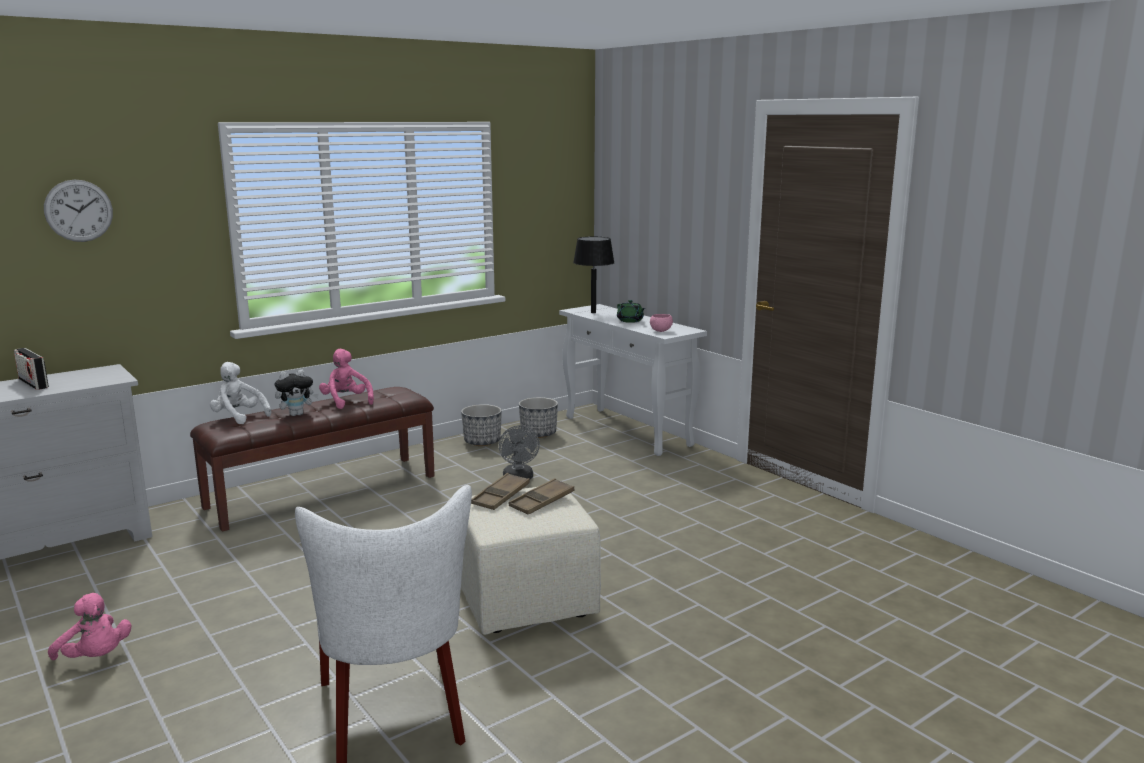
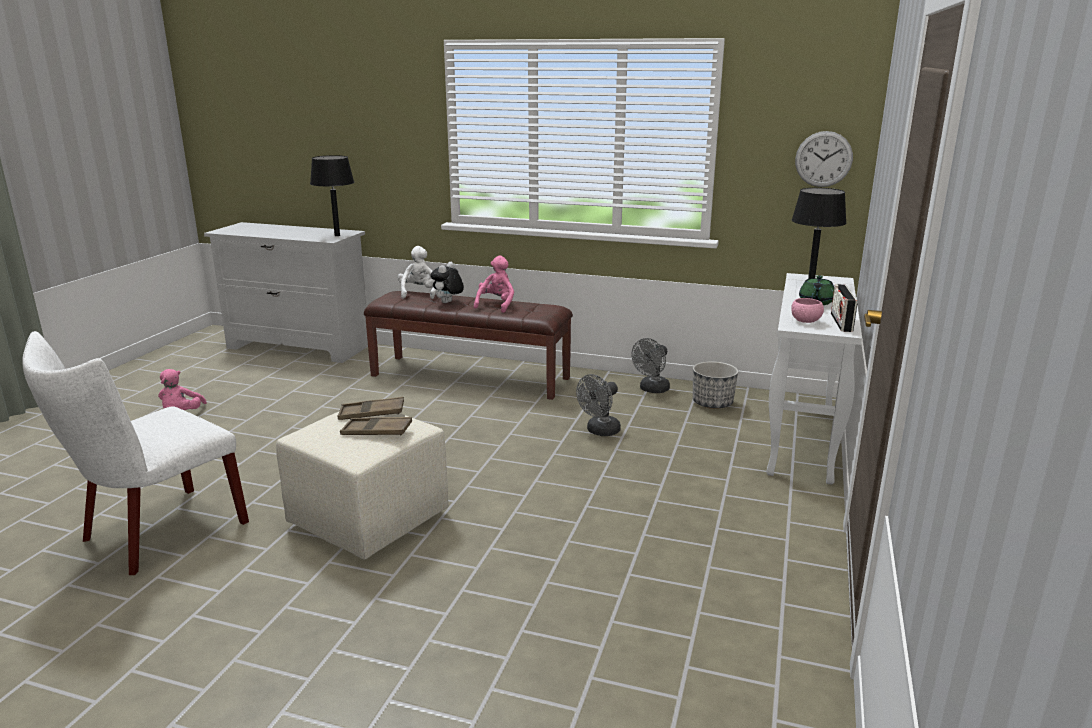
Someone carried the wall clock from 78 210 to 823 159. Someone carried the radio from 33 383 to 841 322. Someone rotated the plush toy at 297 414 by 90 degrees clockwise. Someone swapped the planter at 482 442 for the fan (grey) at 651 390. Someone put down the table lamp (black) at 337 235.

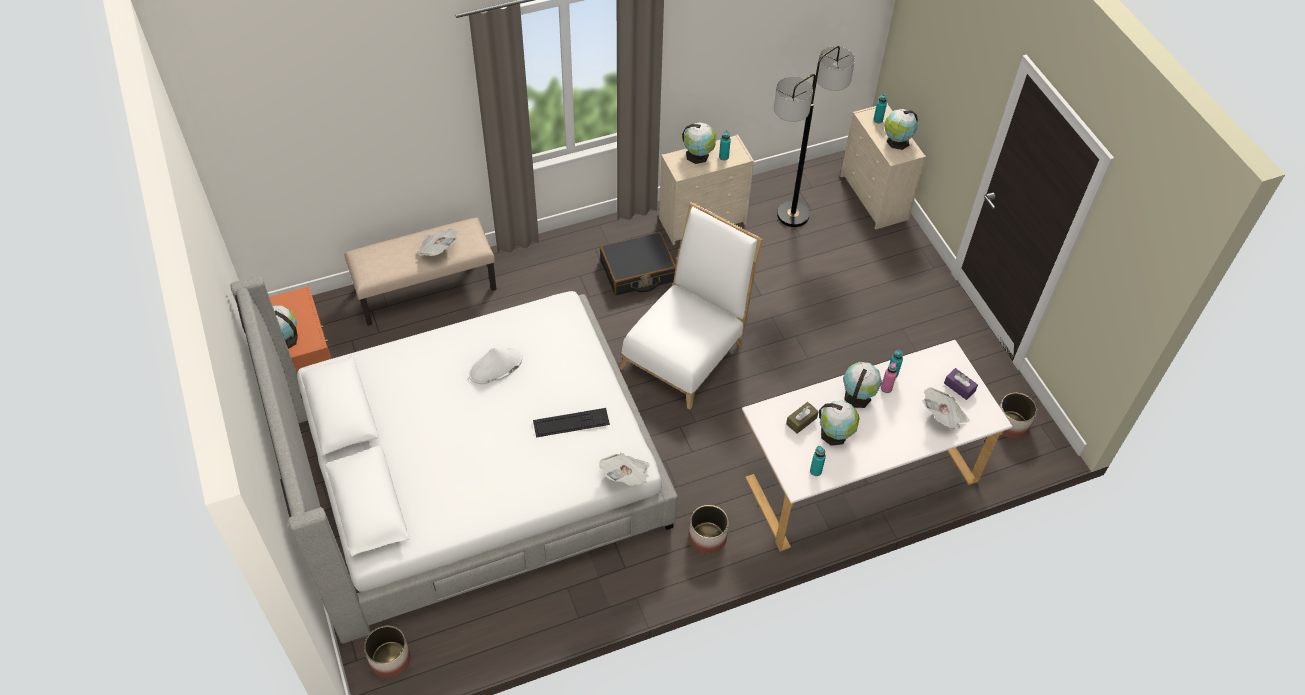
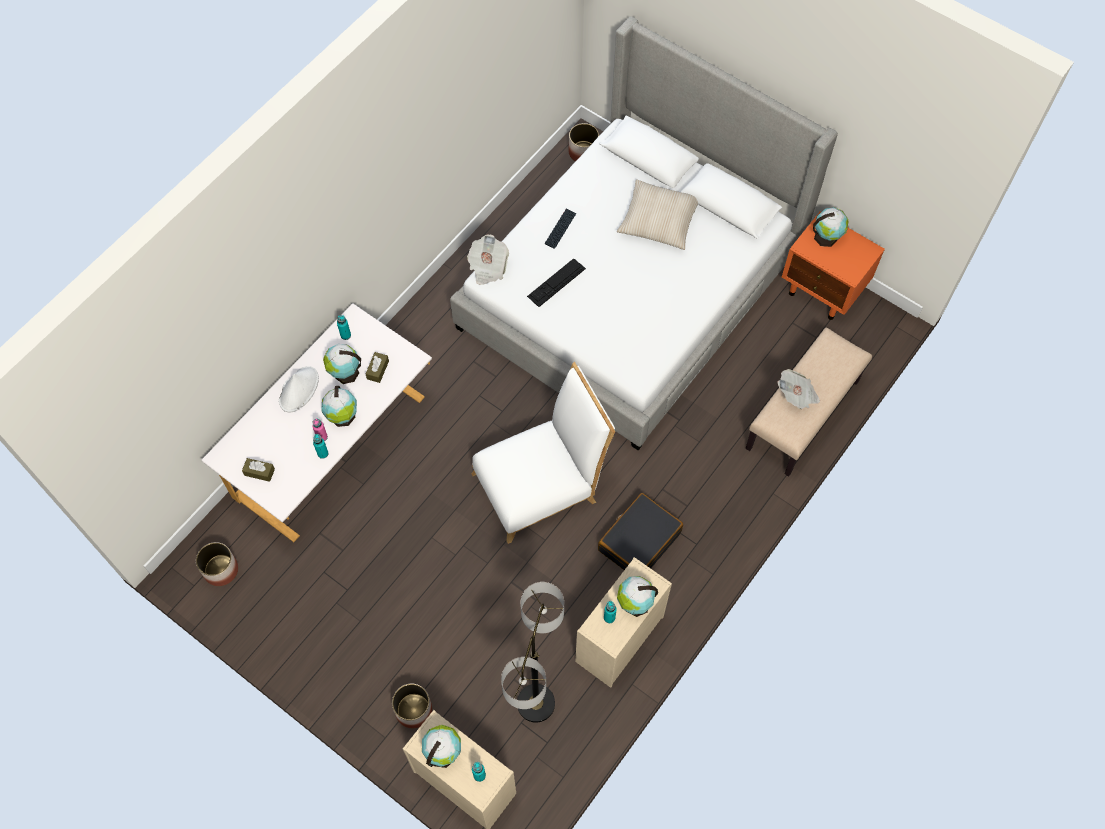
Someone rotated the chair (white) at 687 350 by 120 degrees counterclockwise. Someone carried the hat (white) from 495 367 to 299 389. Someone repainted the tissue box (purple) at 959 387, which became the tissue box (brown) at 259 472. Someone took away the newspaper at 943 416. Someone carried the planter from 707 538 to 413 710. Someone put down the pillow (beige) at 658 220. Someone put down the keyboard at 560 229.

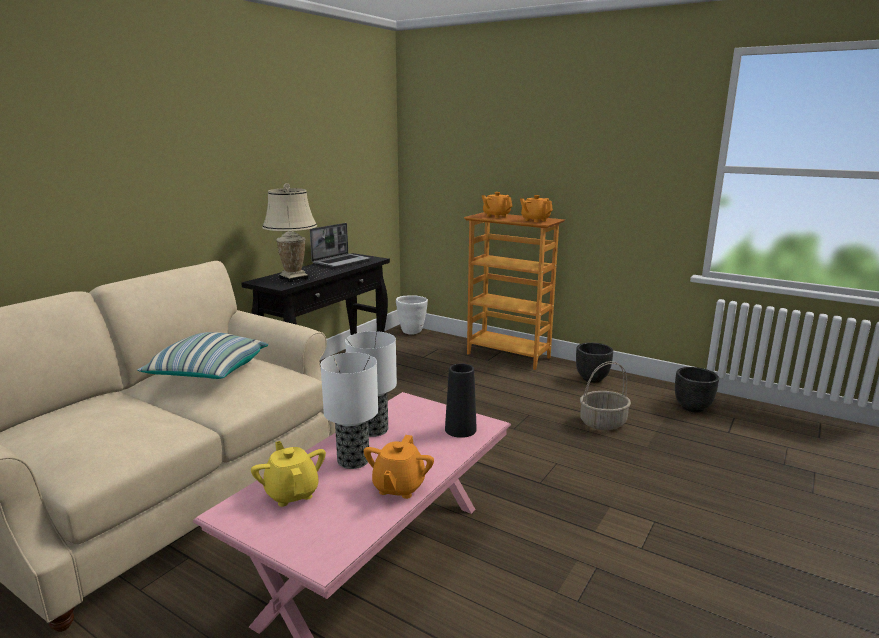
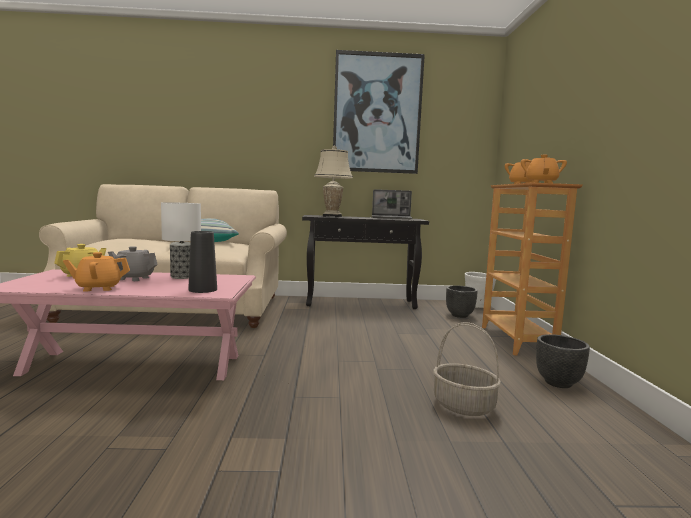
Someone swapped the table lamp at 353 460 for the teapot (grey) at 133 278. Someone carried the planter (black) from 692 407 to 460 315. Someone put up the picture at 377 113.

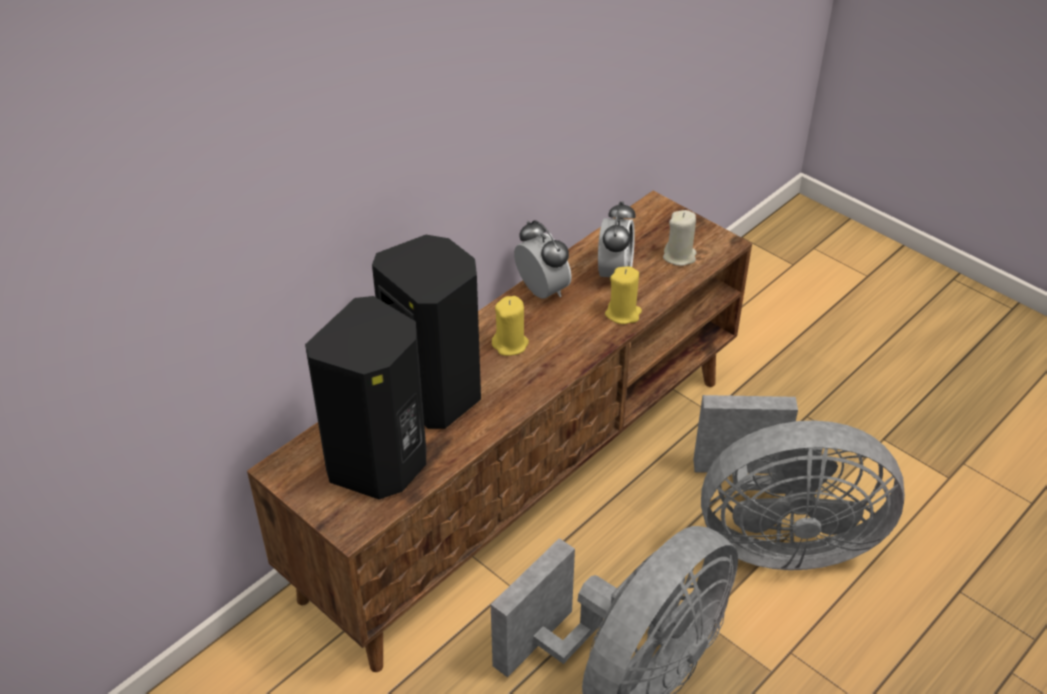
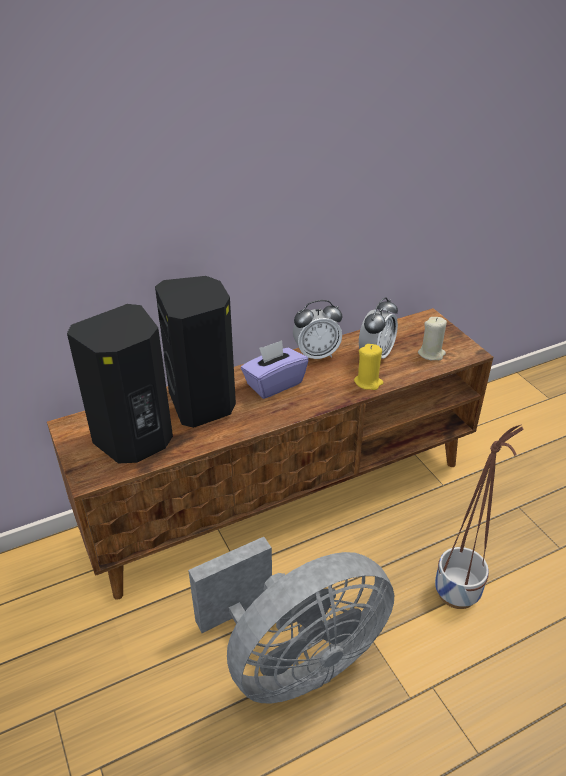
Someone rotated the alarm clock at 542 291 by 90 degrees clockwise. Someone swapped the candle (yellow) at 510 344 for the tissue box (purple) at 274 384. Someone swapped the fan (grey) at 776 538 for the planter at 457 592.

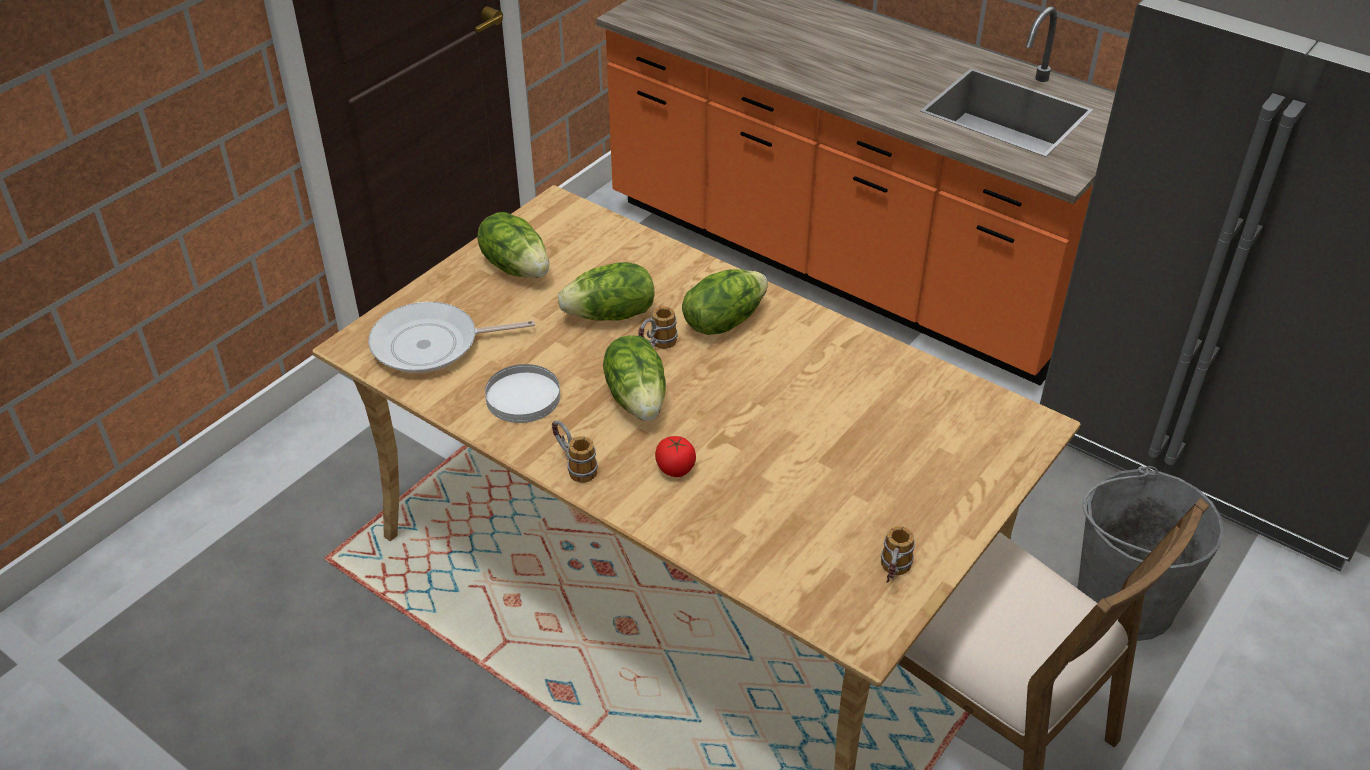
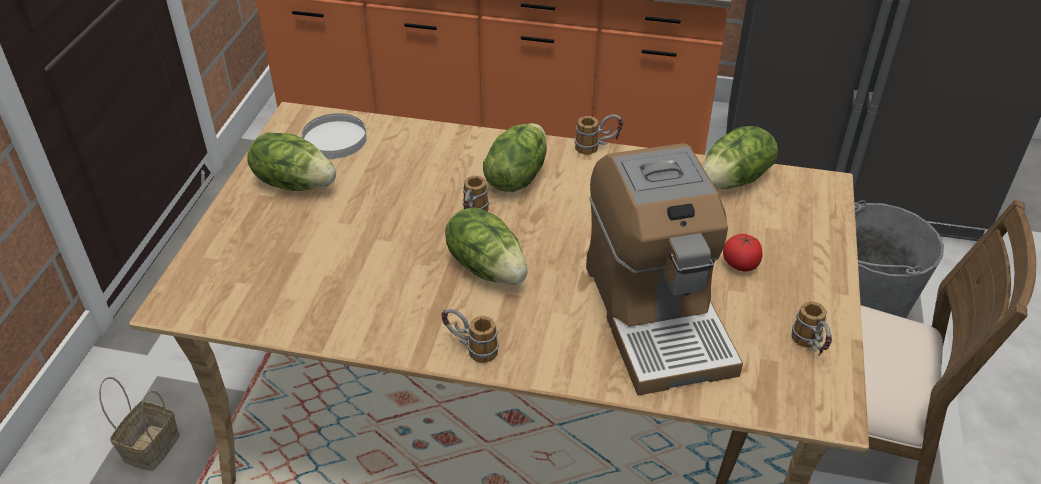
Someone carried the lettuce from 611 315 to 735 180. Someone took away the frying pan at 432 345. Someone carried the plate (white) from 523 397 to 335 139. Someone carried the tomato from 675 468 to 740 264. Someone put down the mug at 597 148. Someone put down the coffee machine at 657 315. Someone put down the basket at 151 446.

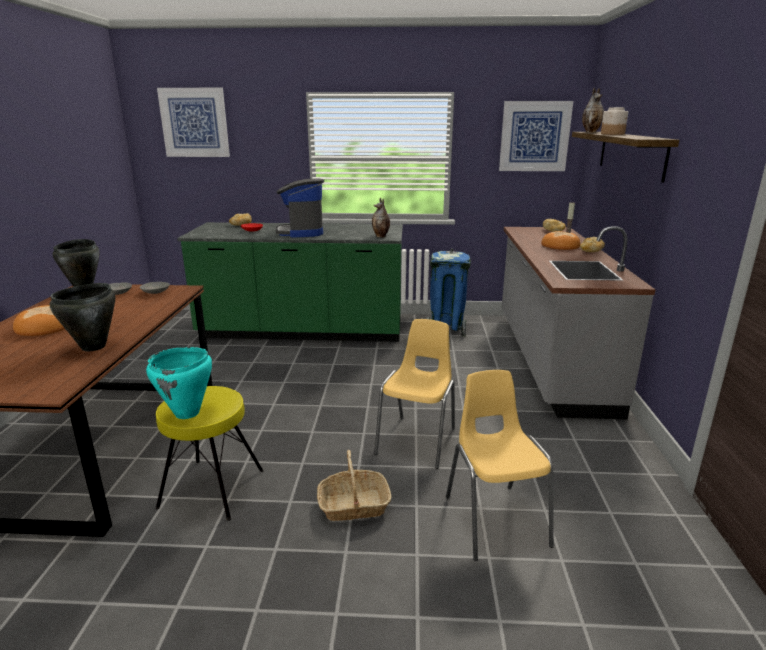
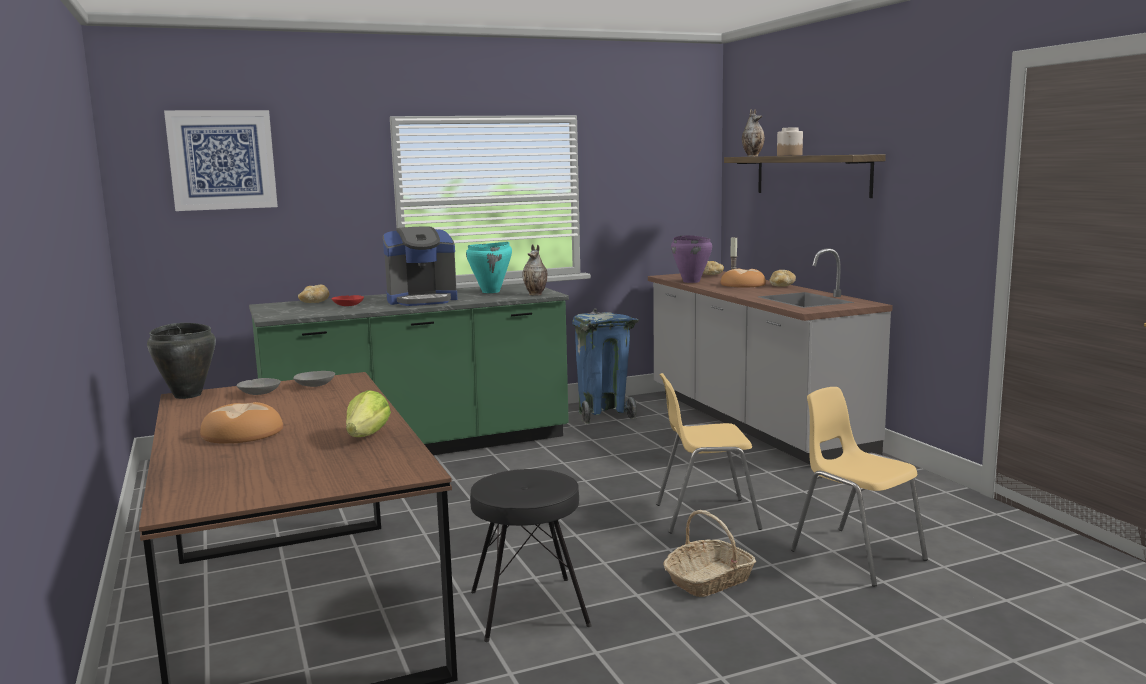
Someone took away the picture at 534 136. Someone rotated the coffee machine at 301 232 by 75 degrees counterclockwise. Someone swapped the cooking pot (black) at 94 347 for the lettuce at 366 436. Someone rotated the chair (yellow) at 418 441 by 90 degrees counterclockwise. Someone carried the cooking pot (turquoise) from 187 413 to 491 291. Someone repainted the stool (yellow) at 212 489, which became the stool (black) at 529 608. Someone put down the cooking pot (purple) at 691 281.

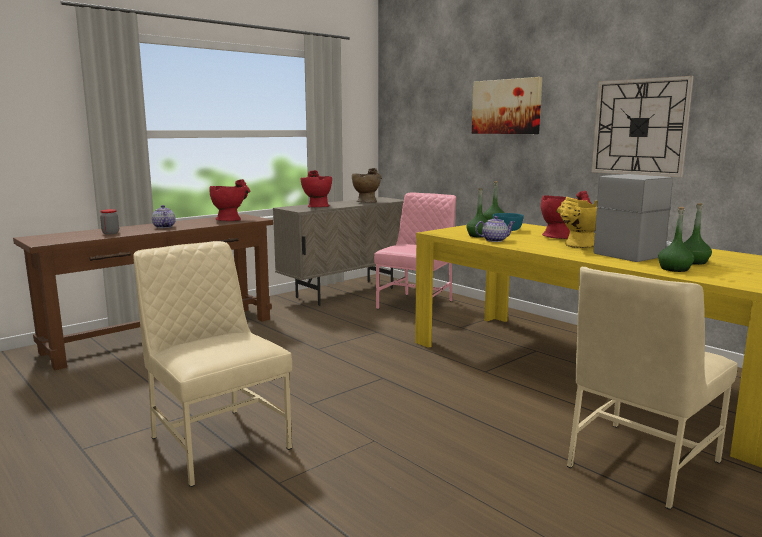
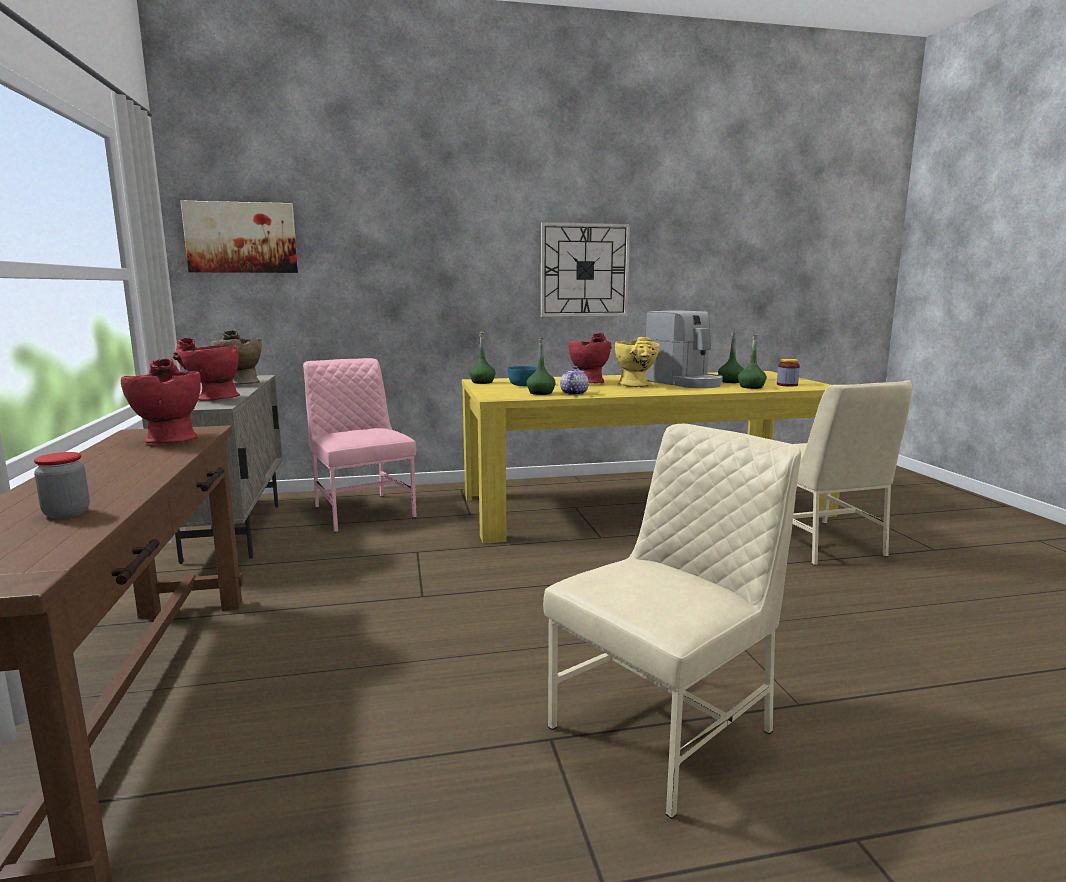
Someone carried the picture from 506 106 to 241 237. Someone rotated the coffee machine at 638 253 by 150 degrees clockwise. Someone took away the teapot at 163 227. Someone rotated the chair (beige) at 217 442 by 150 degrees clockwise. Someone put down the jar at 787 385.

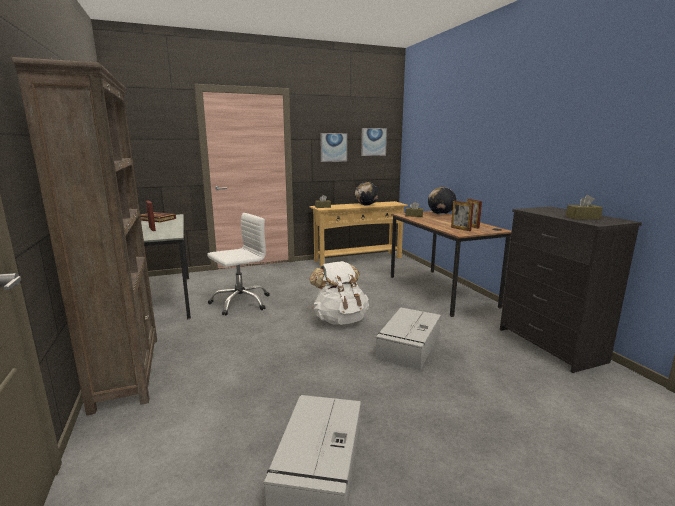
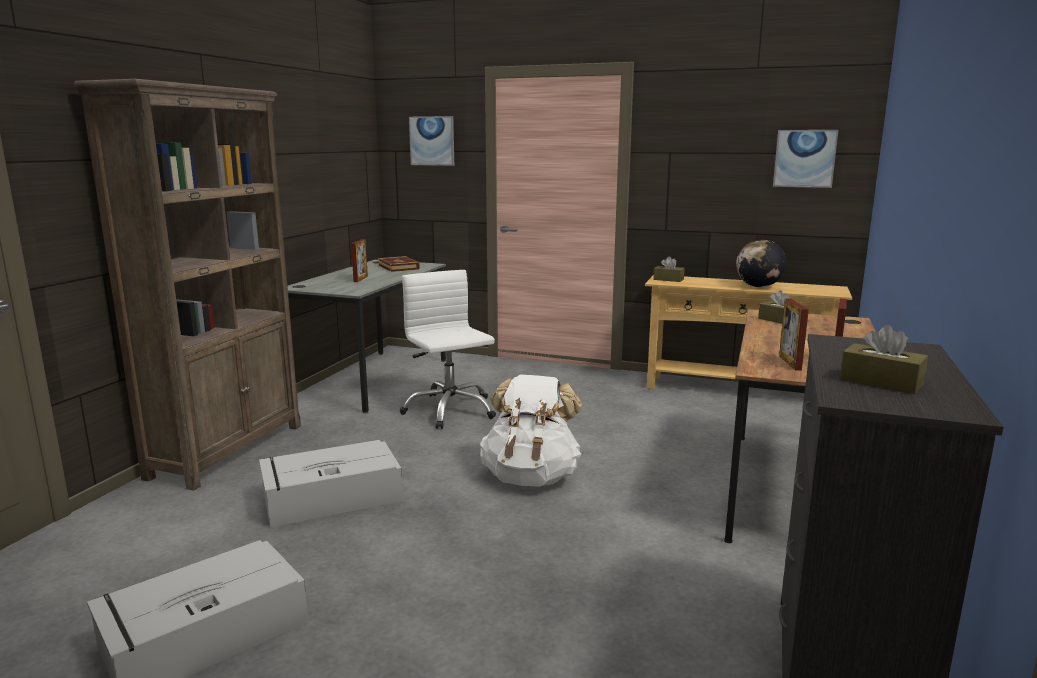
Someone carried the picture from 333 147 to 432 141. Someone took away the globe at 440 214. Someone rotated the office chair (white) at 240 302 by 120 degrees counterclockwise. Someone carried the storage box (grey) from 409 346 to 330 498.

